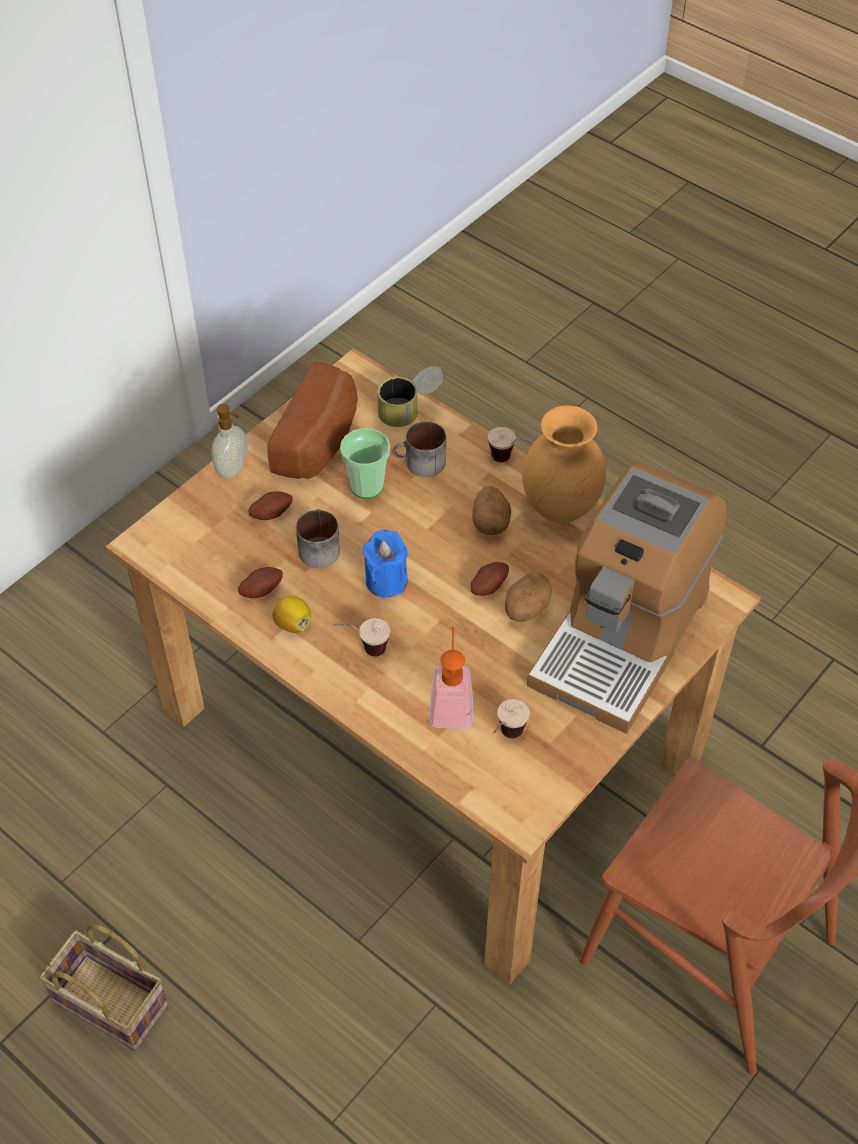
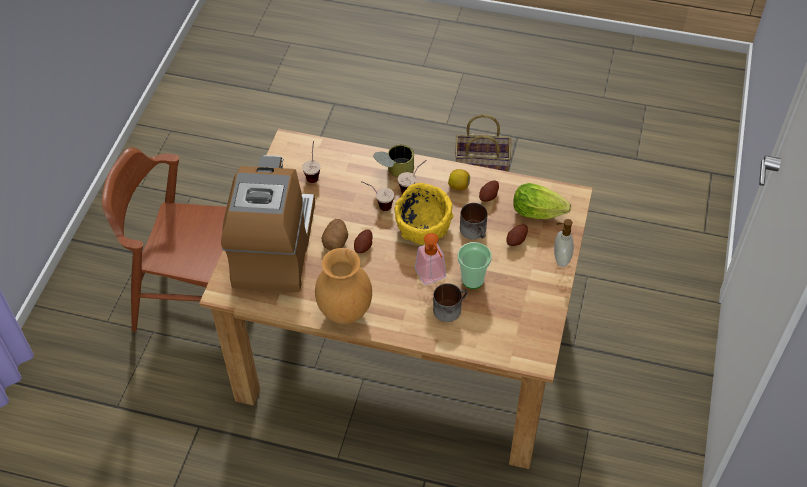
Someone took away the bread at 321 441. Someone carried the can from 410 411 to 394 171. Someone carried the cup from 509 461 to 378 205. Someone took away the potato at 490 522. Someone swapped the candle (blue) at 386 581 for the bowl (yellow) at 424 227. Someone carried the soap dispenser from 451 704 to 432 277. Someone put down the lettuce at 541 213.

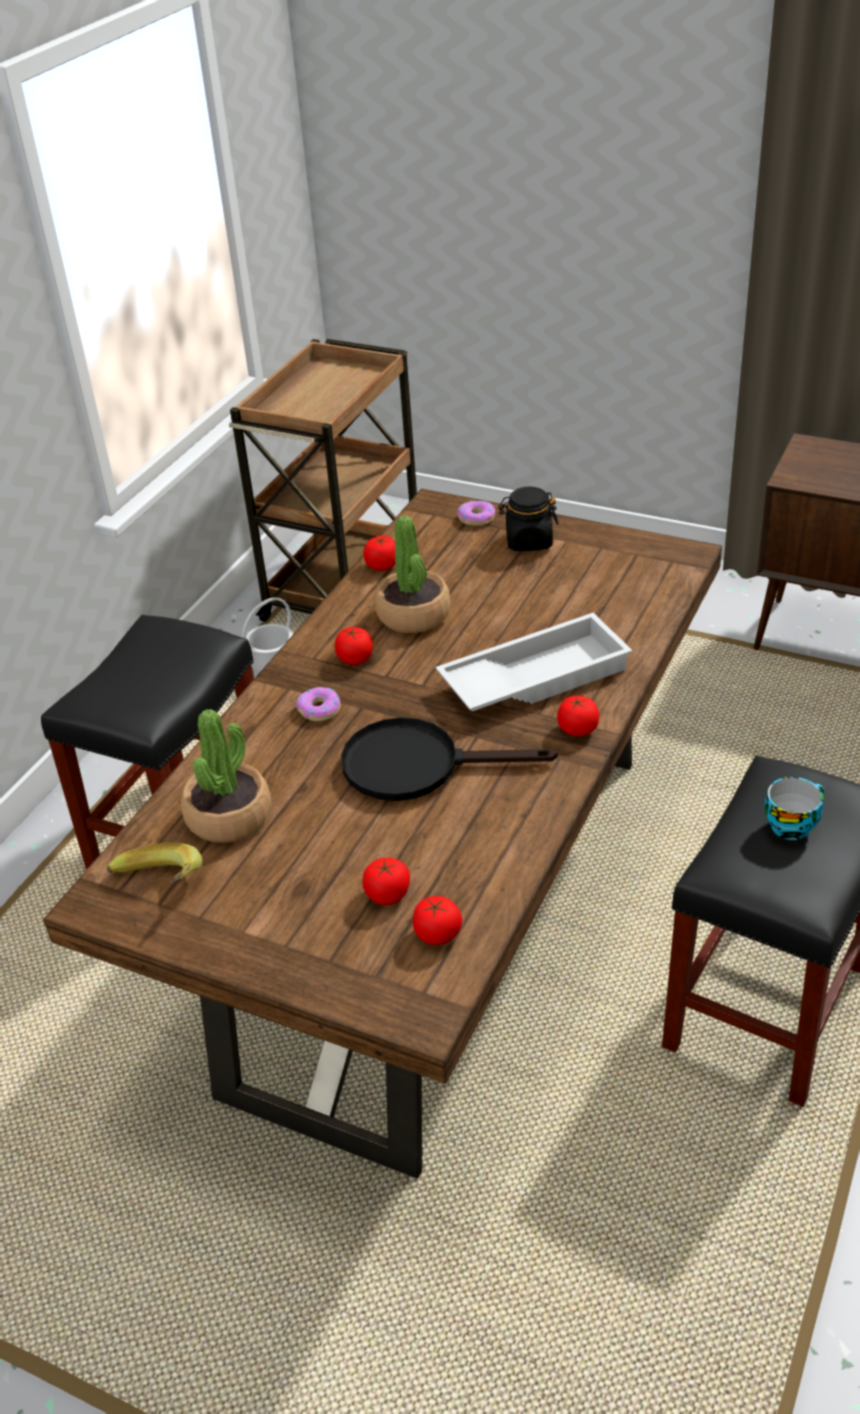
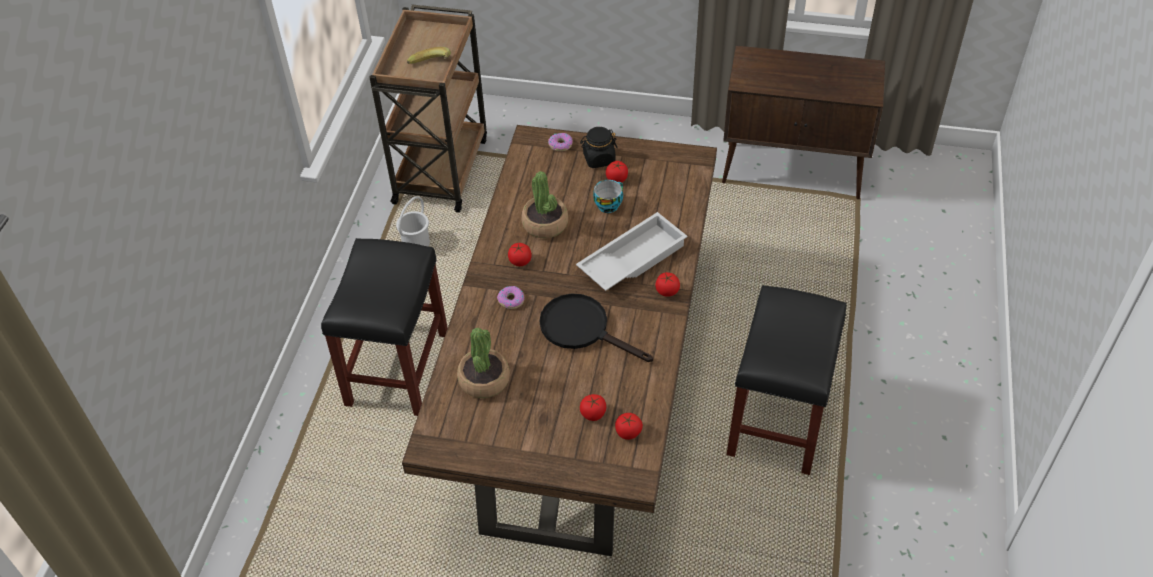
Someone carried the tomato from 382 565 to 617 179. Someone rotated the frying pan (black) at 418 765 by 45 degrees clockwise. Someone carried the cup from 791 824 to 608 204. Someone carried the banana from 159 887 to 432 67.

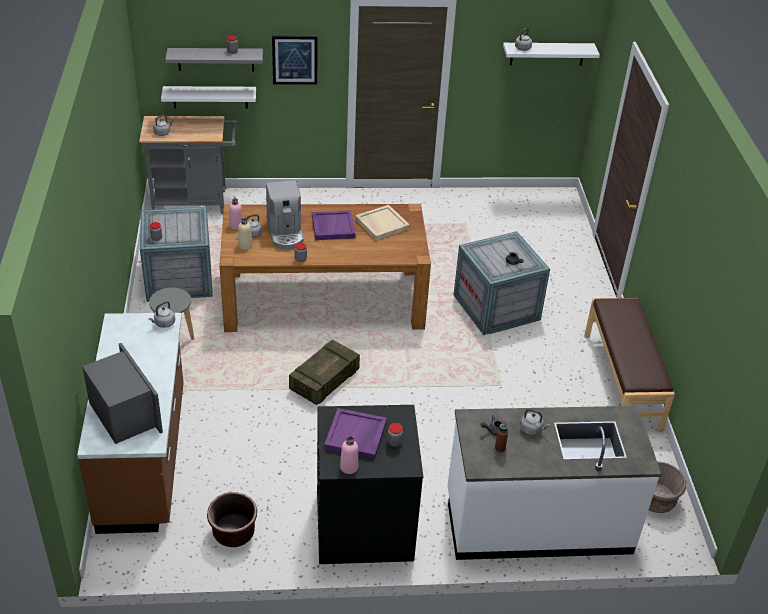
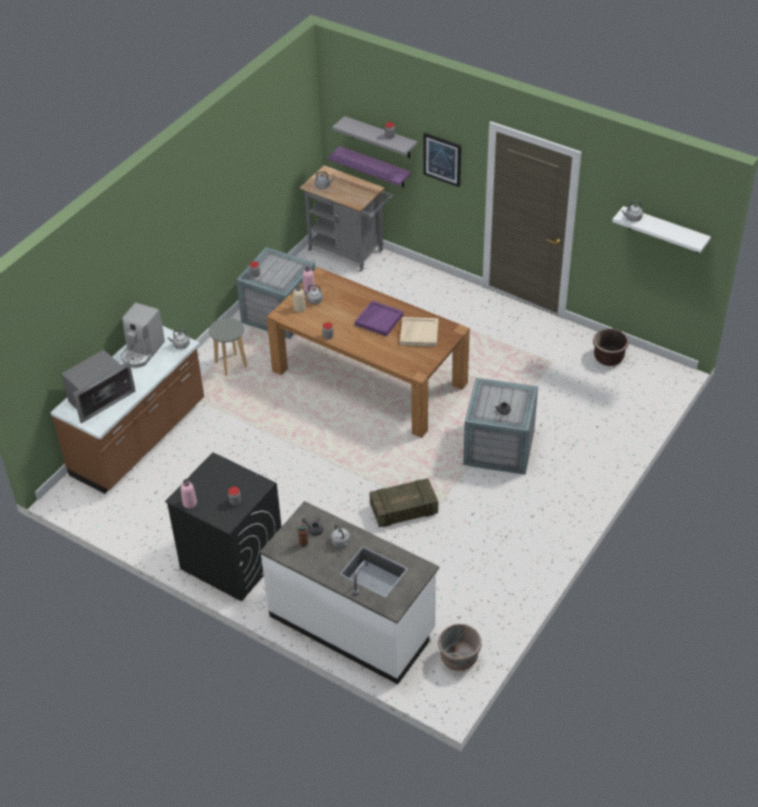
Someone repainted the shelf (white) at 210 97, which became the shelf (purple) at 375 167. Someone carried the coffee machine from 285 233 to 142 351. Someone took away the bench (brown) at 622 381. Someone carried the crate from 324 381 to 404 510. Someone rotated the microwave at 124 414 by 45 degrees clockwise. Someone took away the tray (purple) at 356 436. Someone carried the planter (brown) from 234 532 to 608 357.

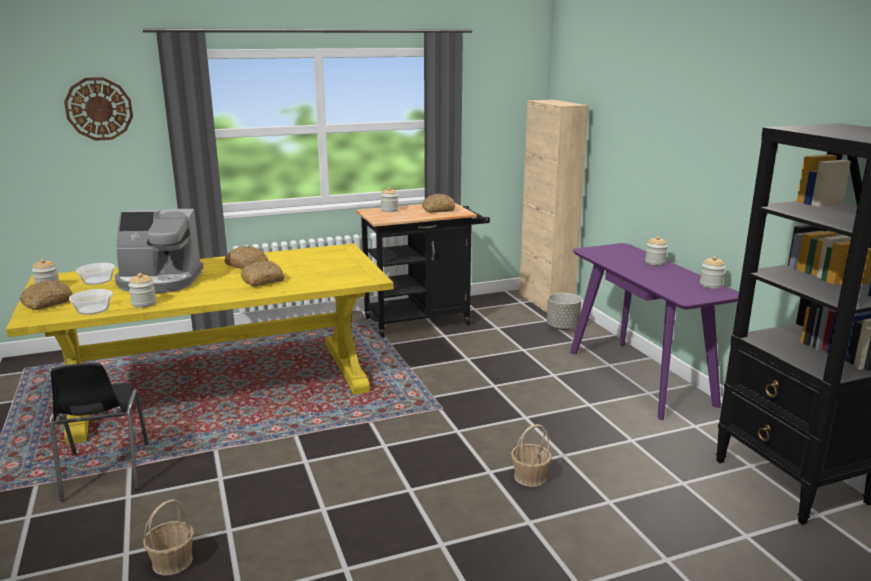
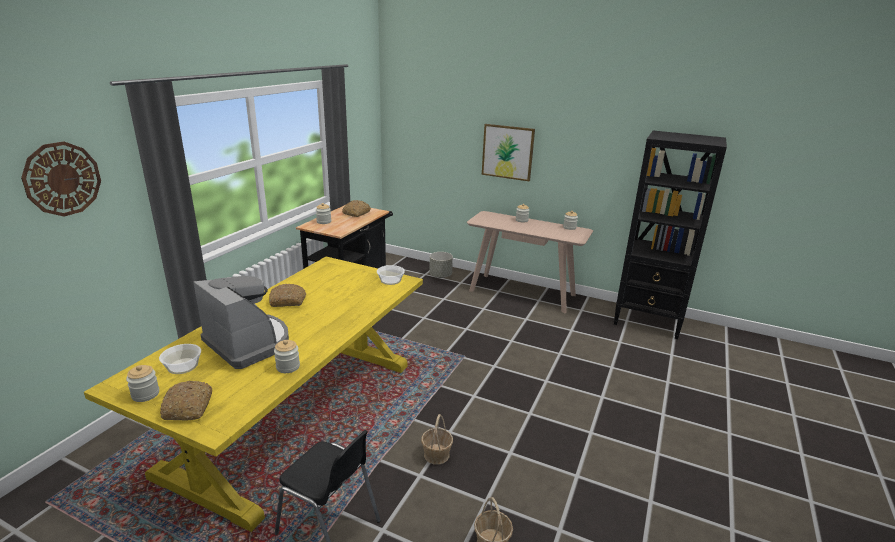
Someone took away the cabinet (beige) at 545 302. Someone rotated the coffee machine at 159 281 by 90 degrees counterclockwise. Someone repainted the console table (purple) at 640 377, which became the console table (beige) at 522 293. Someone took away the bread at 263 280. Someone carried the bowl from 92 309 to 390 280. Someone carried the basket from 529 477 to 436 455. Someone put up the picture at 507 152.

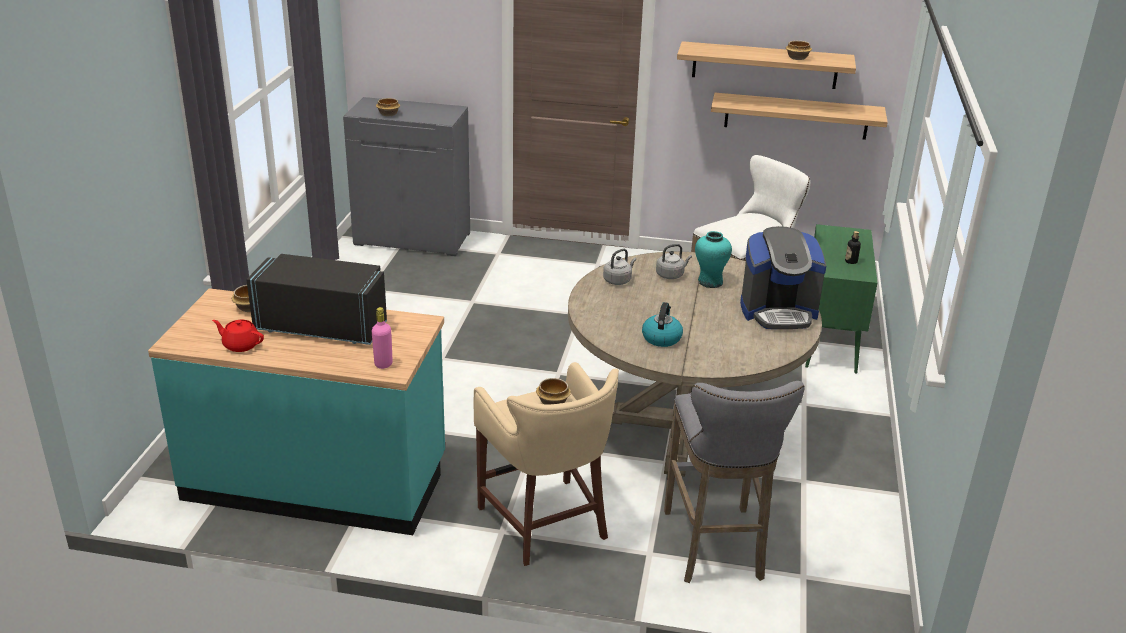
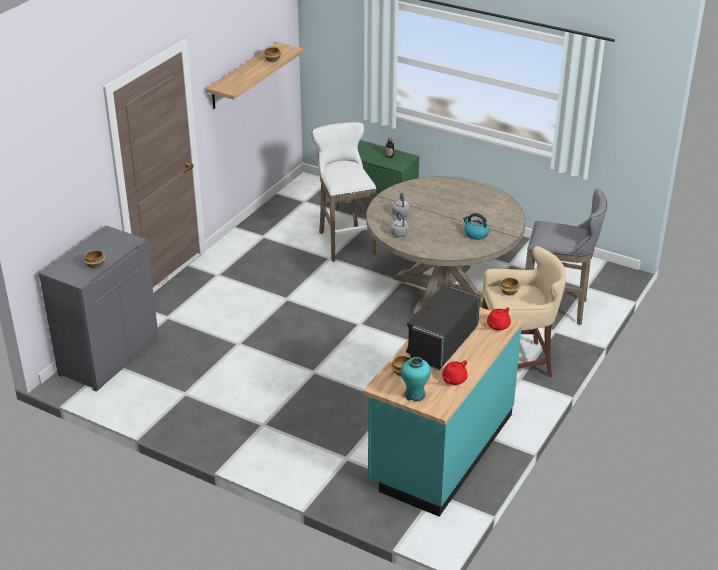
Someone took away the shelf at 796 116. Someone took away the coffee machine at 778 312. Someone carried the vase (turquoise) from 710 282 to 415 395. Someone swapped the bottle (pink) at 383 364 for the teapot (red) at 498 325.

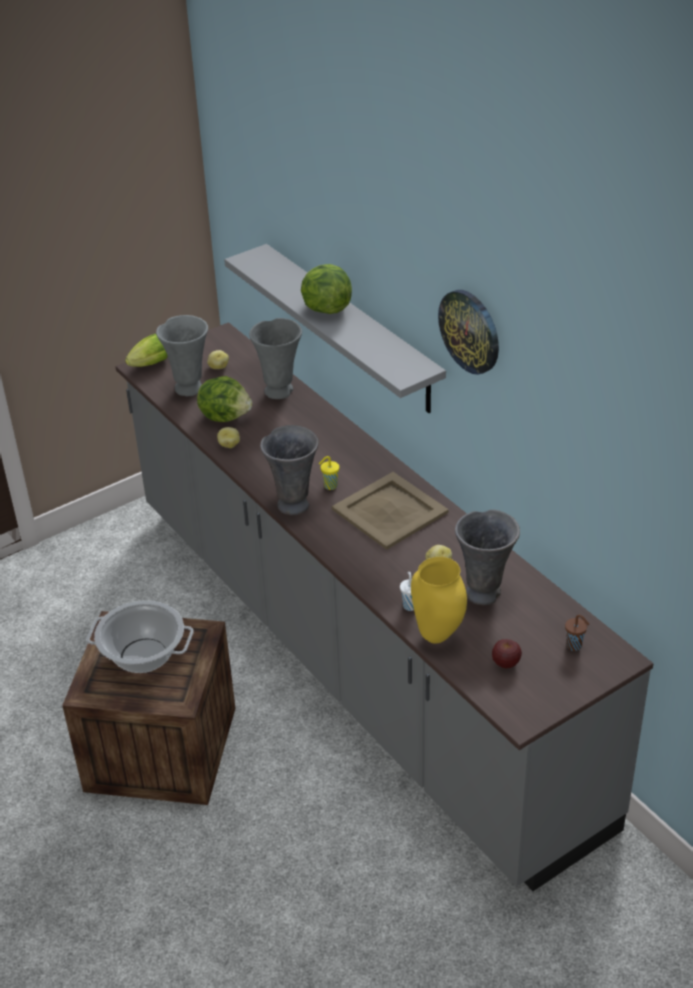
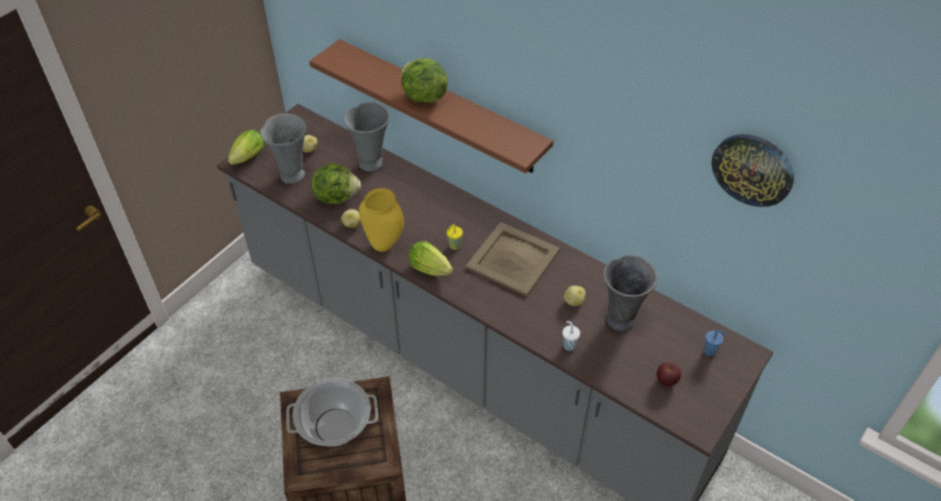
Someone repainted the shelf (grey) at 350 328, which became the shelf (brown) at 441 107. Someone carried the wall clock from 470 331 to 753 169. Someone swapped the vase (grey) at 294 504 for the lettuce at 432 270. Someone carried the vase (yellow) from 437 636 to 383 245. Someone repainted the cup (brown) at 575 646, which became the cup (blue) at 710 351.

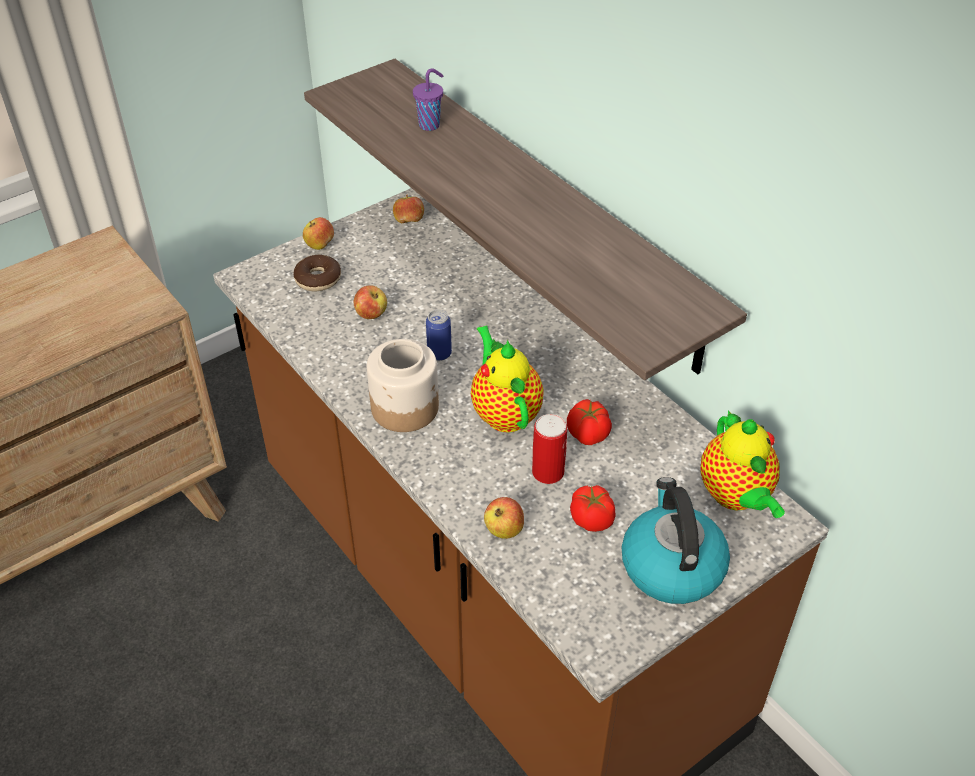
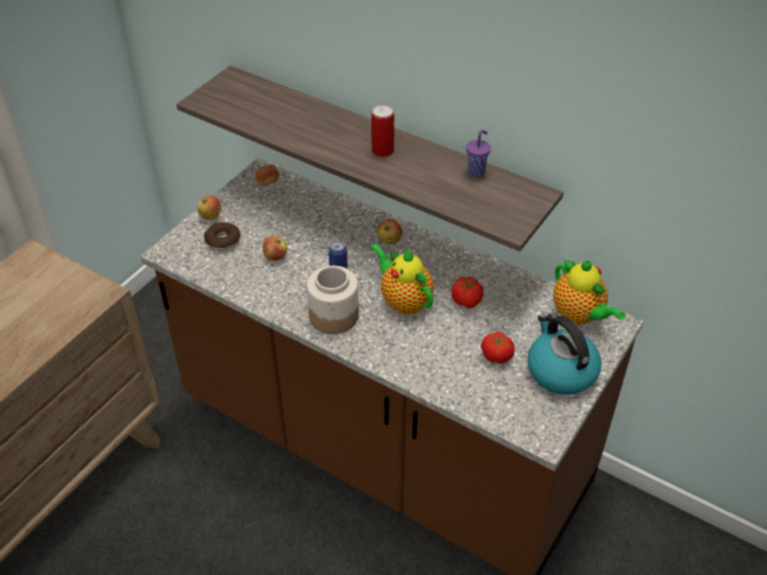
Someone carried the cup (purple) from 430 125 to 476 172. Someone carried the can from 548 472 to 382 151. Someone carried the apple from 504 530 to 389 240.

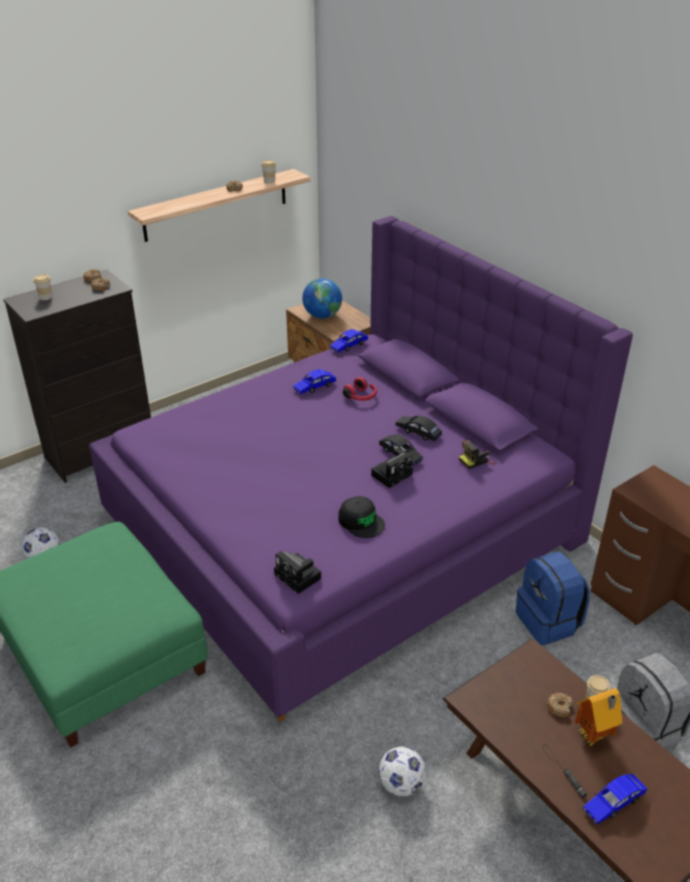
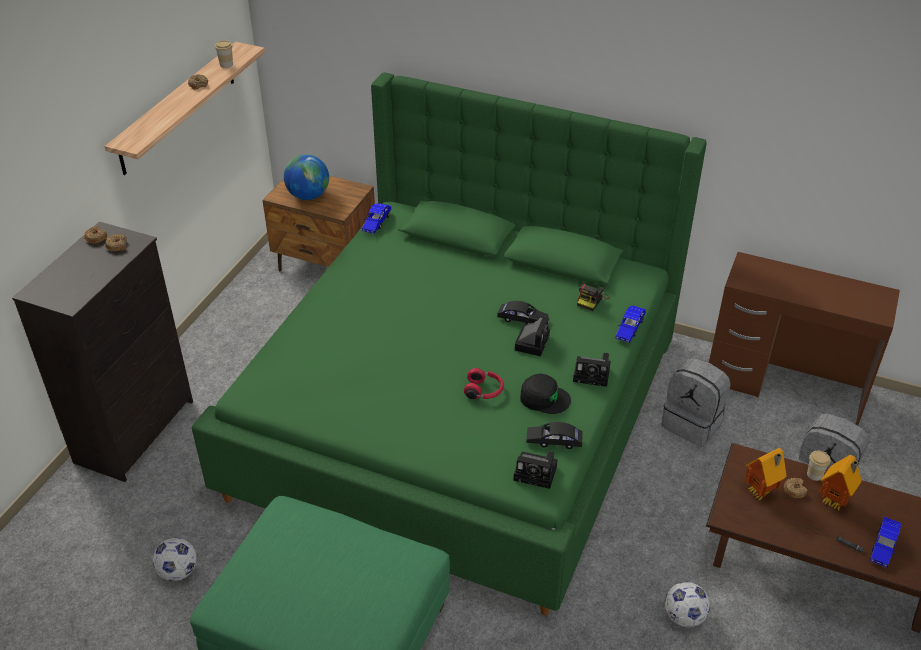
Someone repainted the bed (purple) at 345 531, which became the bed (green) at 461 413. Someone took away the cup at 46 297. Someone carried the toy car (blue) from 314 387 to 630 328. Someone carried the headphones (red) from 361 397 to 484 391. Someone carried the toy car (black) from 418 432 to 554 441. Someone repainted the backpack (blue) at 549 622, which became the backpack (grey) at 693 423. Someone put down the photo camera at 593 374. Someone put down the toy house at 761 493.

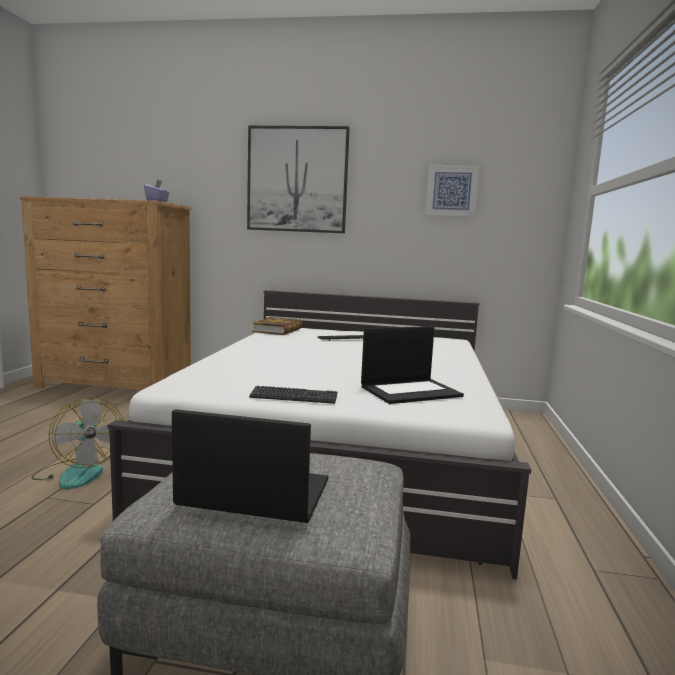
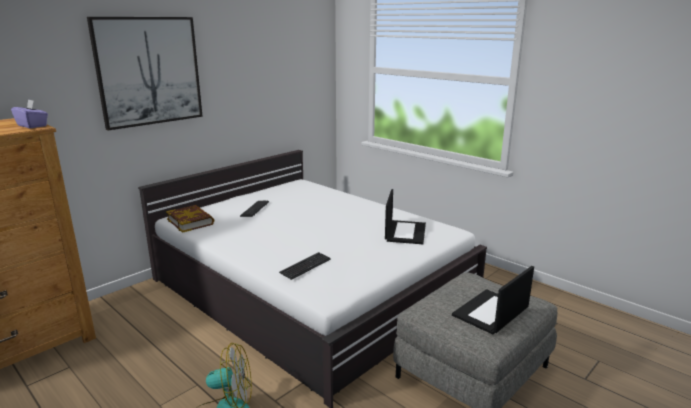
Someone took away the picture at 451 191. Someone carried the keyboard from 294 397 to 305 266.

